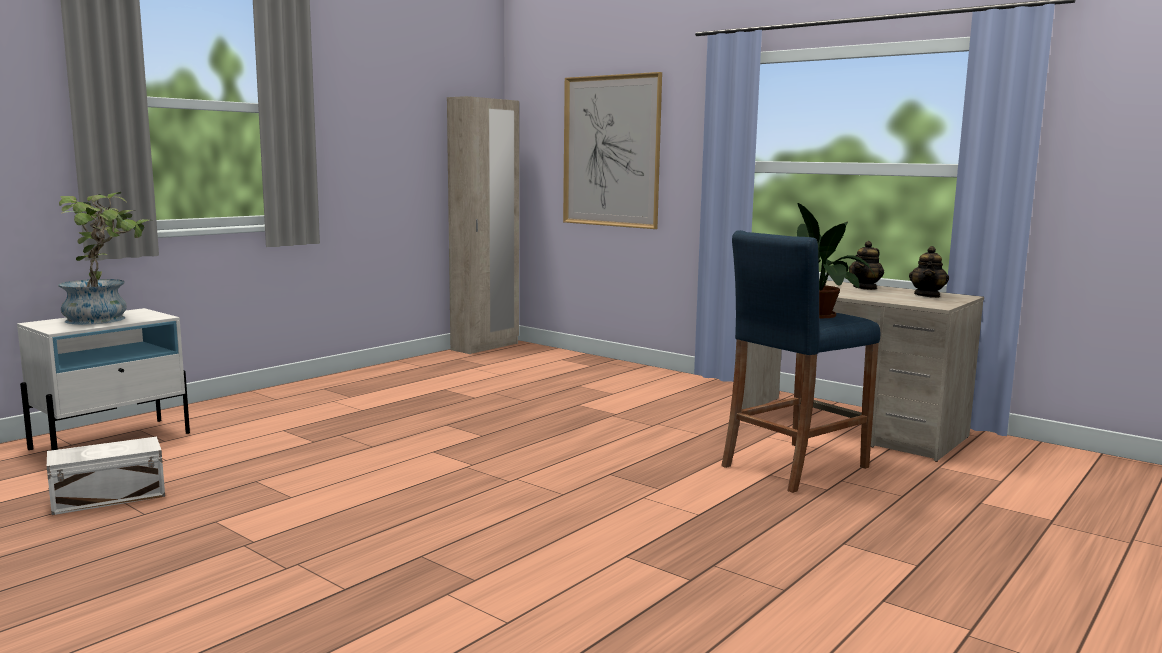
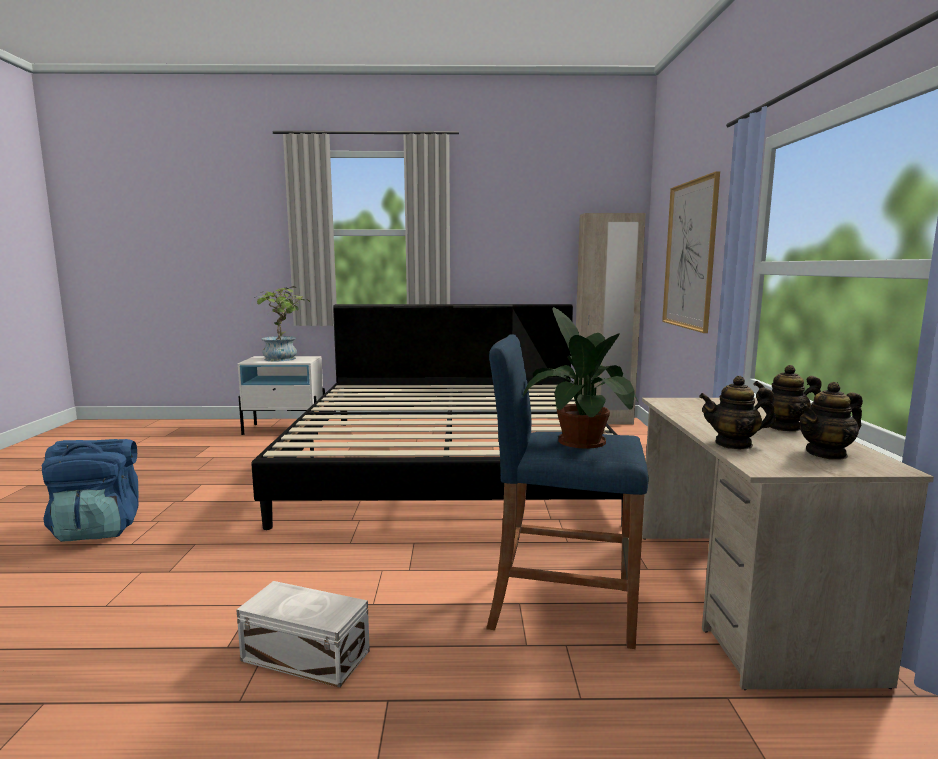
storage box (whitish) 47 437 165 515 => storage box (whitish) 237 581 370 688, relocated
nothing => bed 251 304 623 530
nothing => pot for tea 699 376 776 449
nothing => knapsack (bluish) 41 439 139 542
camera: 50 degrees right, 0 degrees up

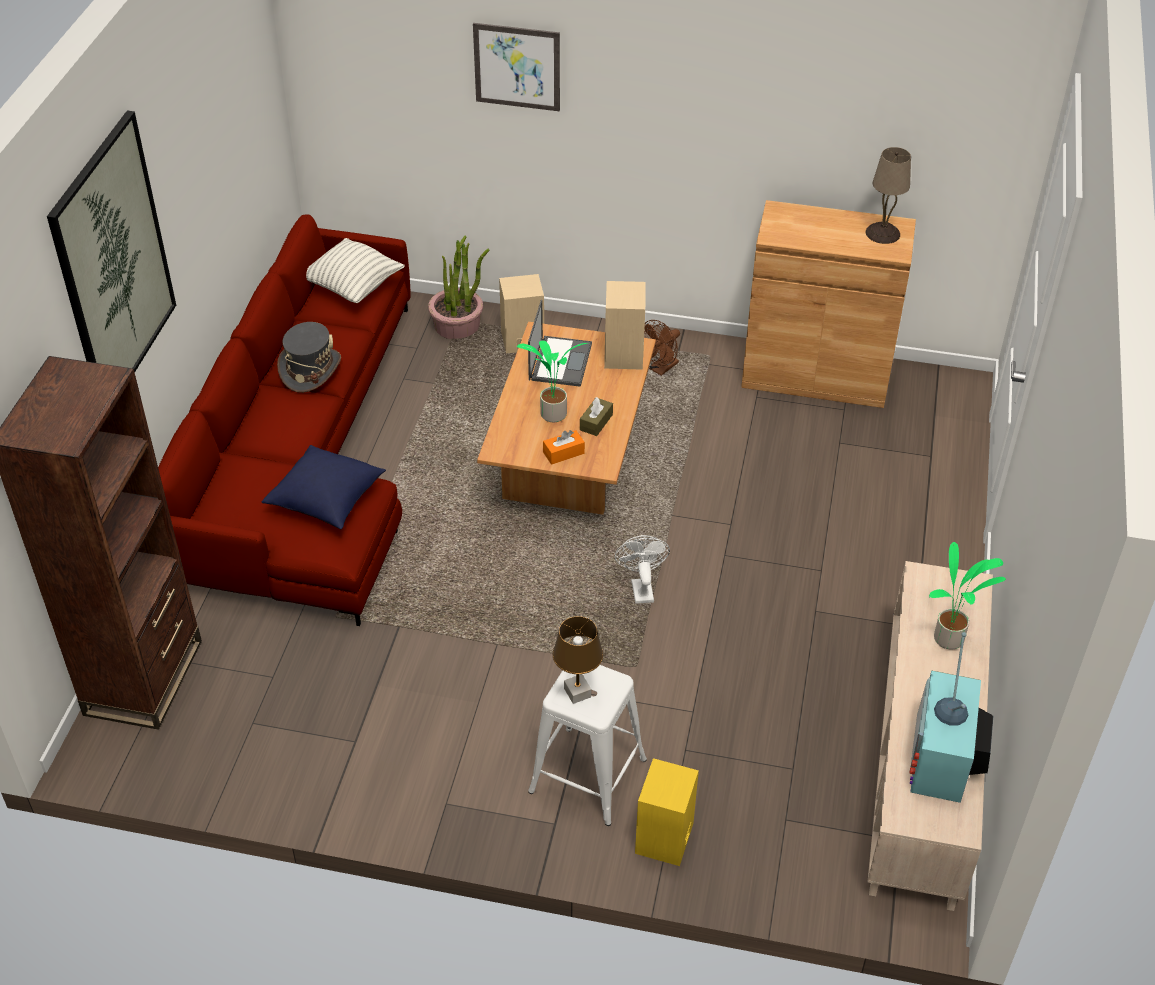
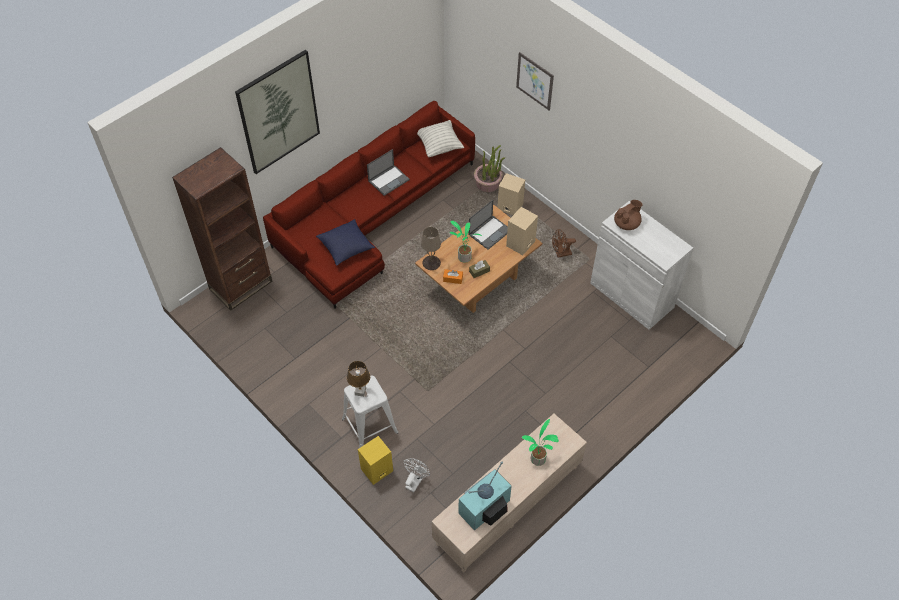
lamp for a table (sand-coloured) 866 147 911 244 => lamp for a table (sand-coloured) 421 227 441 270, relocated
storage cabinet (brown) 741 200 916 408 => storage cabinet (whitish) 590 201 693 330
wearable hat (grey) 277 322 341 393 => portable computer 367 149 410 196
fan (whitish) 615 535 670 604 => fan (whitish) 404 458 430 492, relocated
nothing => pot for tea (brown) 614 200 642 230
camera: 35 degrees right, 10 degrees up

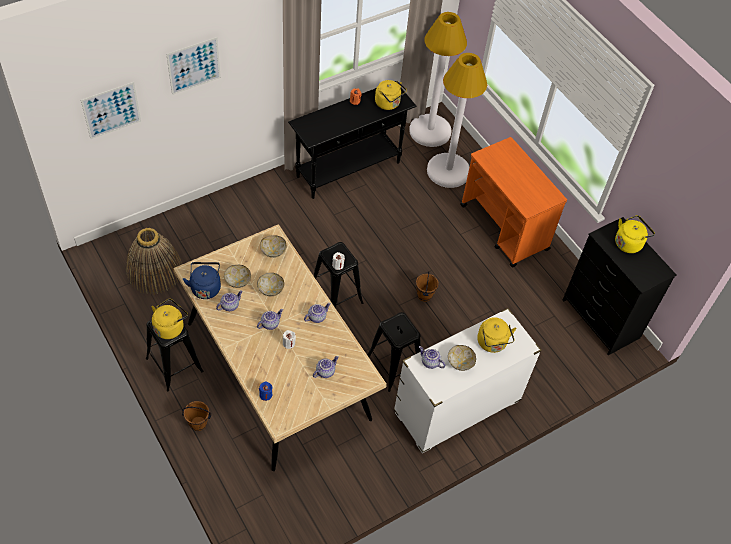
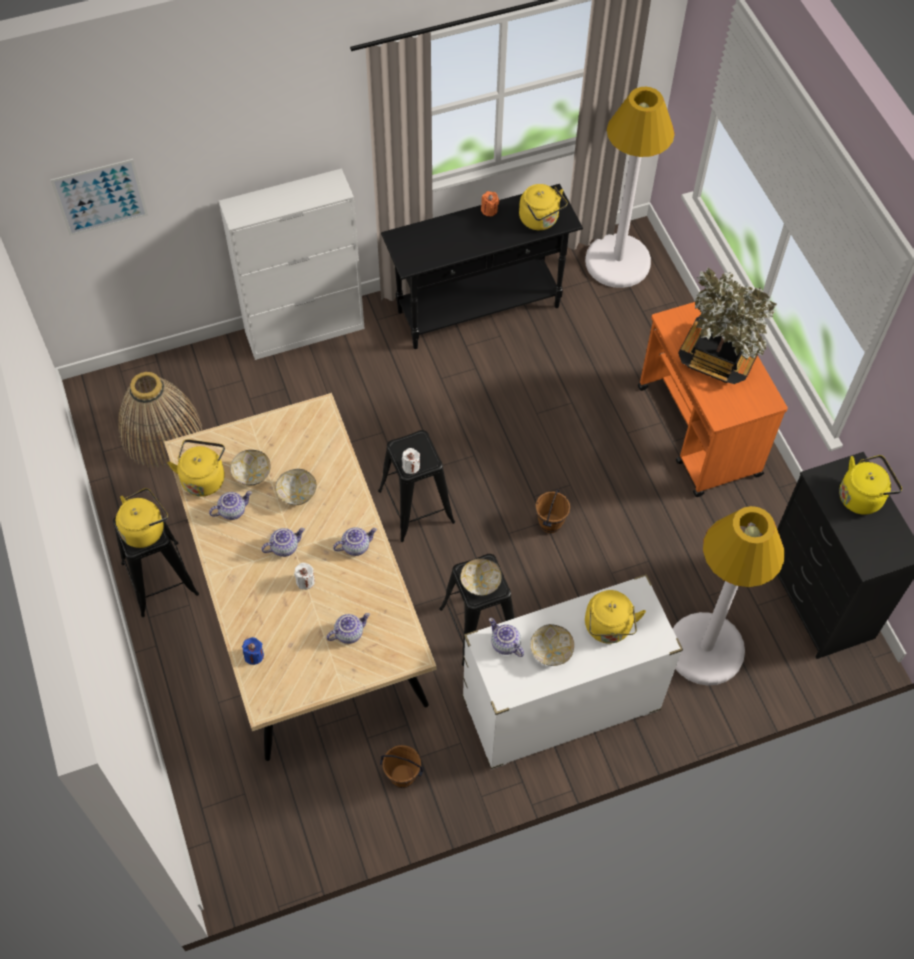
picture 166 37 221 95 => nothing
standard lamp (whitish) 427 53 487 188 => standard lamp (whitish) 673 506 785 686, relocated
bowl 260 235 287 258 => bowl 460 558 502 596, relocated
water kettle (bluish) 183 262 221 299 => water kettle (yellowish) 168 439 225 497
water bucket (brown) 182 401 211 431 => water bucket (brown) 380 745 424 788, relocated
nothing => storage cabinet (whitish) 219 168 365 360
nothing => houseplant 678 267 777 384
camera: 15 degrees right, 5 degrees up

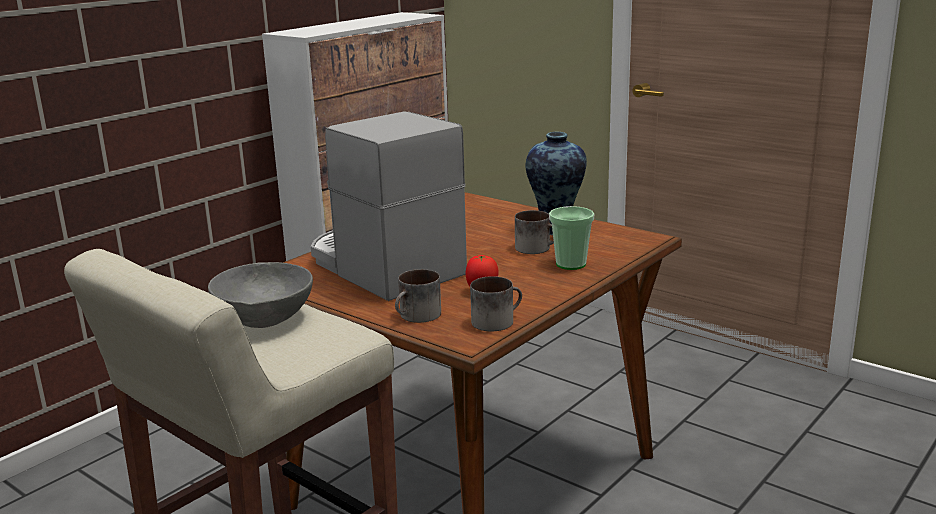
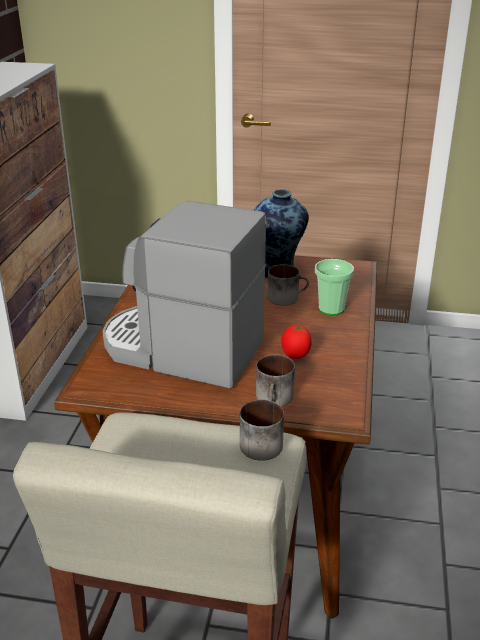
bowl (grey) 208 262 313 328 => nothing
coffee mug 470 276 522 331 => coffee mug 240 399 284 461, relocated
camera: 30 degrees left, 10 degrees up

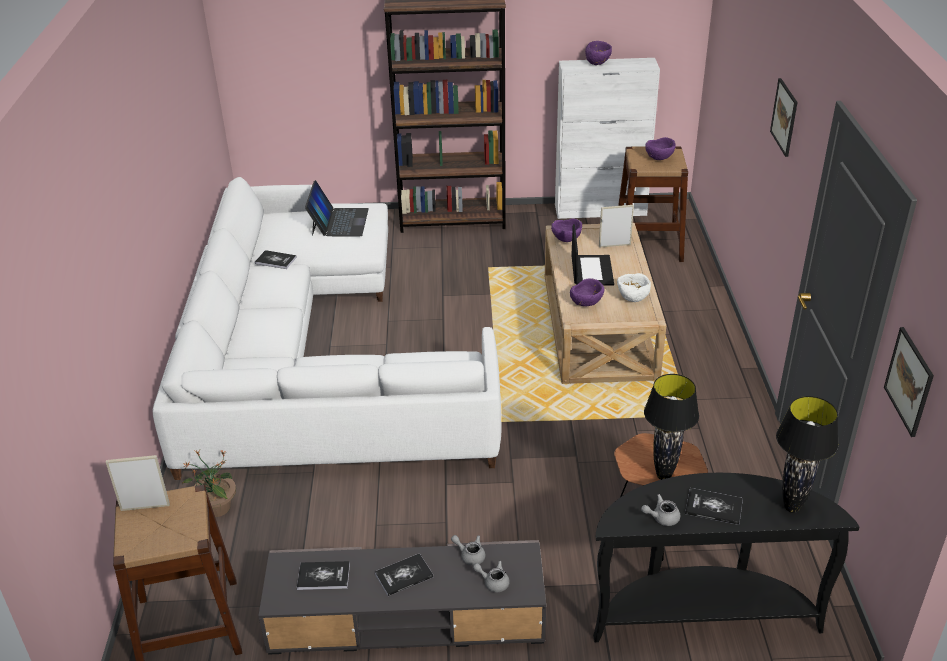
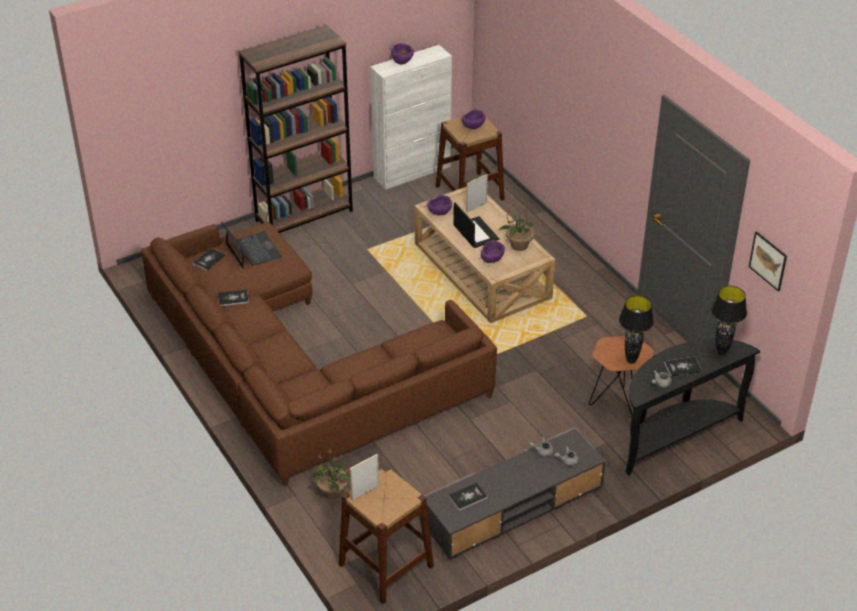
picture 770 78 798 157 => nothing
settee (whitish) 152 177 501 480 => settee (brown) 141 222 497 486
bowl (whitish) 617 273 651 302 => houseplant 498 204 540 251
volume 375 553 434 596 => volume 193 248 225 271, relocated
camera: 30 degrees left, 5 degrees up

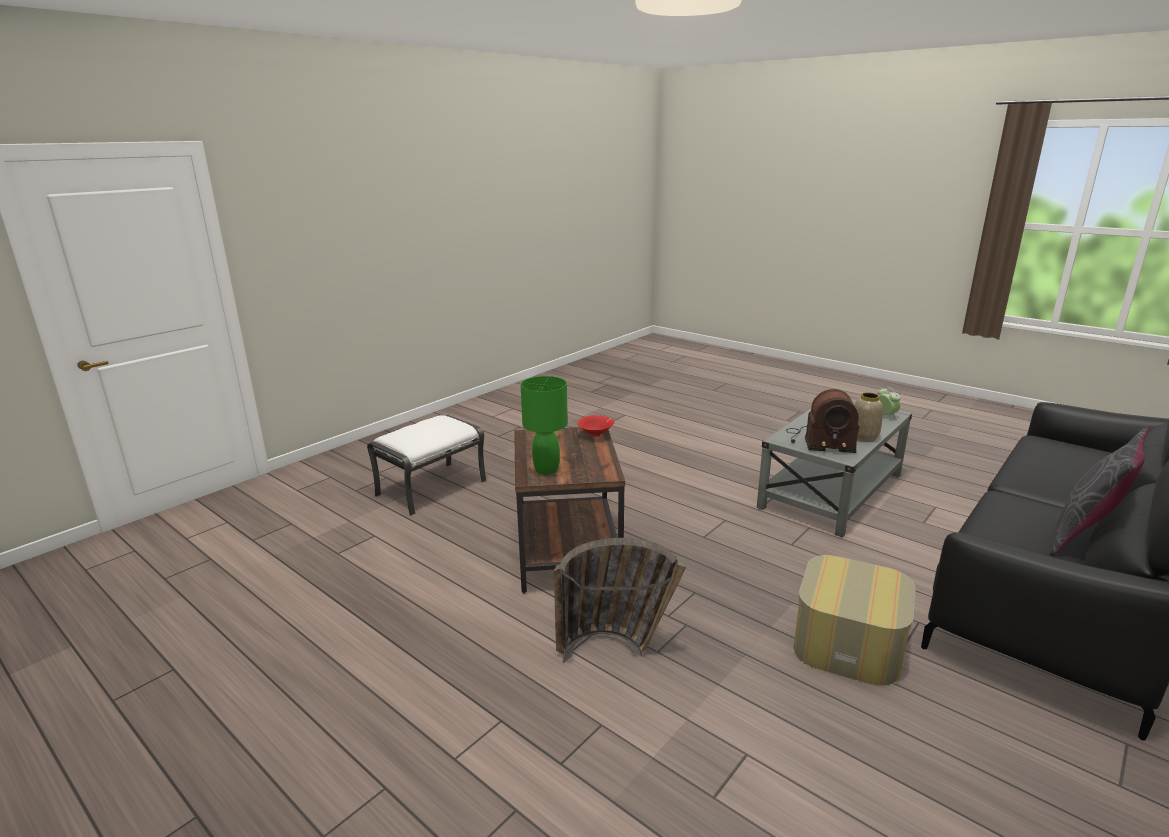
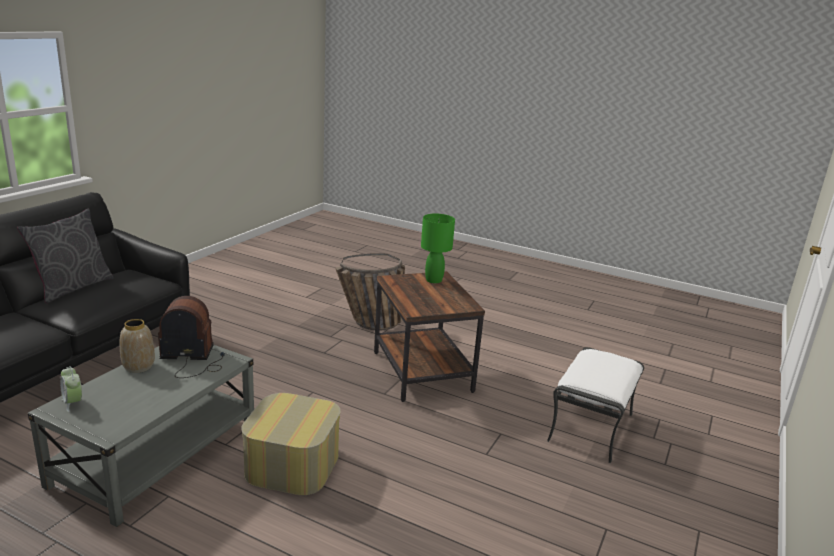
bowl (red) 577 415 614 437 => nothing
pouffe 793 555 915 686 => pouffe 241 393 341 495, relocated
camera: 165 degrees right, 0 degrees up

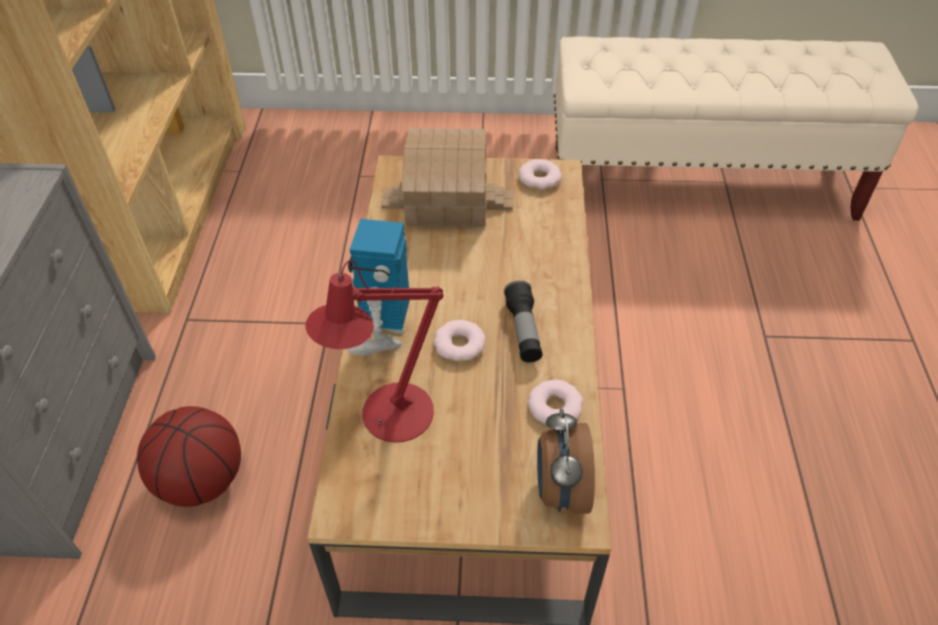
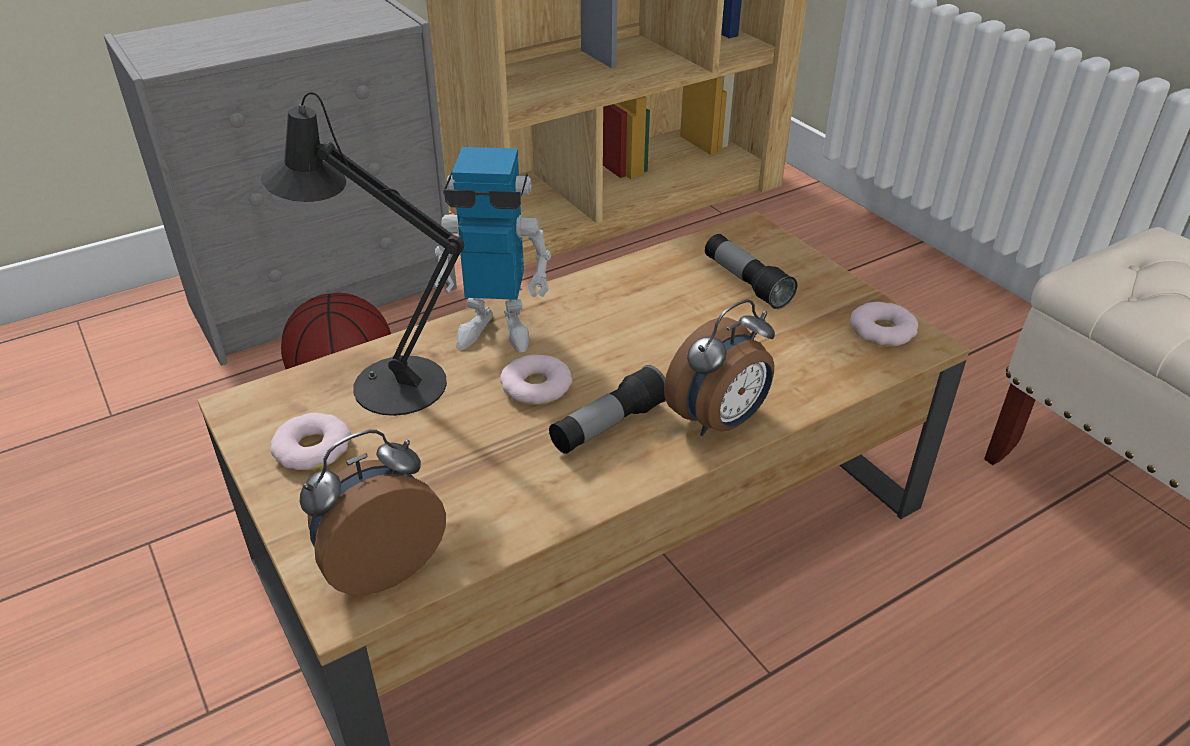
miniature house 381 128 512 227 => torch 705 234 797 309
model robot 348 219 410 355 => model robot 434 147 551 353, 150 degrees counterclockwise
lamp for a table (red) 306 260 444 443 => lamp for a table (blackish) 261 92 464 416
donut 528 380 583 425 => donut 271 413 351 470, relocated
nothing => alarm clock 664 299 775 436
camera: 55 degrees right, 10 degrees down

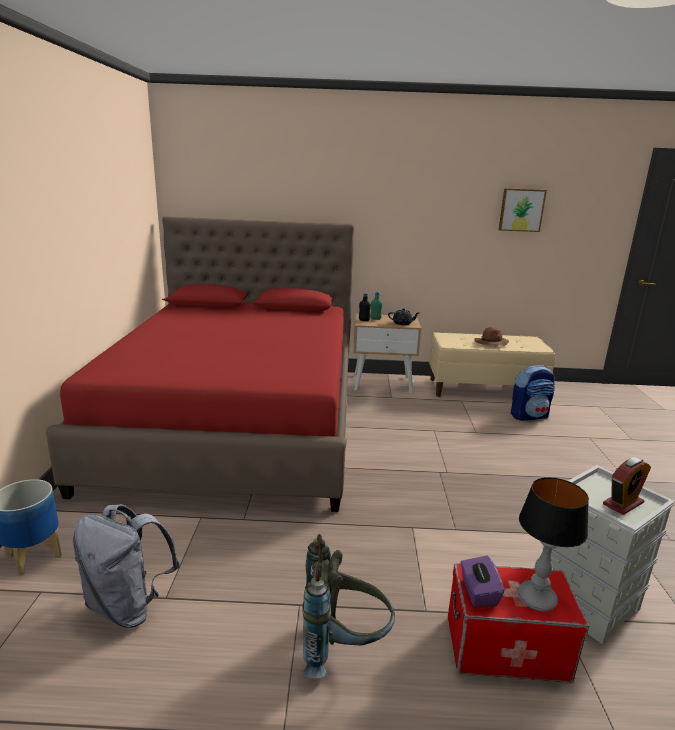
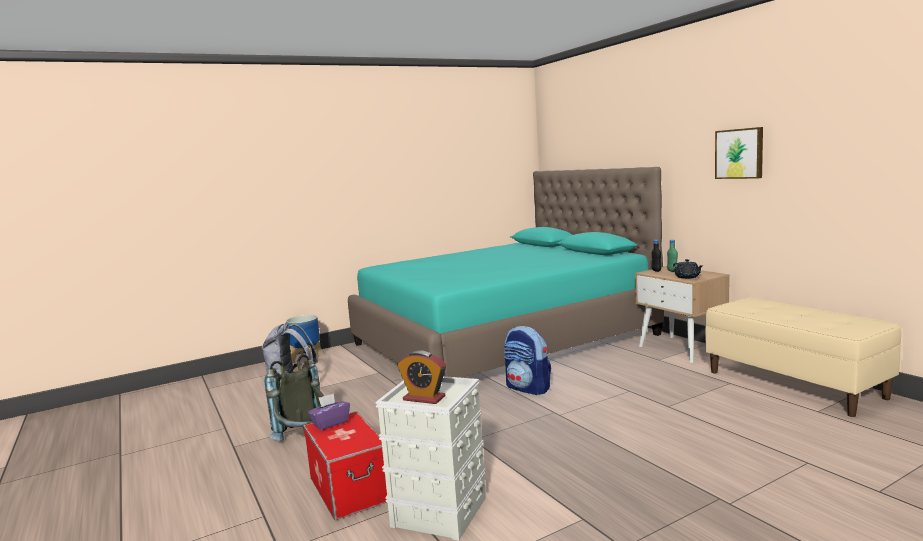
picture 499 188 547 232 => picture 715 127 763 179, relocated
bed (red) 46 216 355 512 => bed (blue-green) 348 167 664 378
wearable hat (brown) 474 327 509 346 => nothing
knapsack 511 365 555 421 => knapsack 504 326 551 395, relocated
lamp for a table 518 477 589 611 => nothing
camera: 60 degrees right, 10 degrees down

